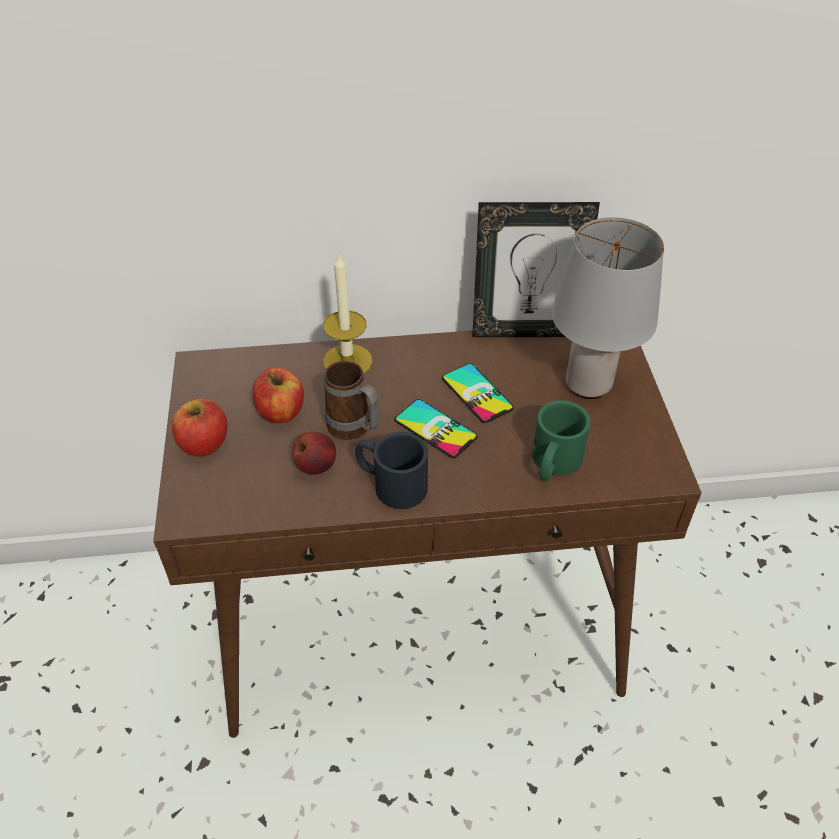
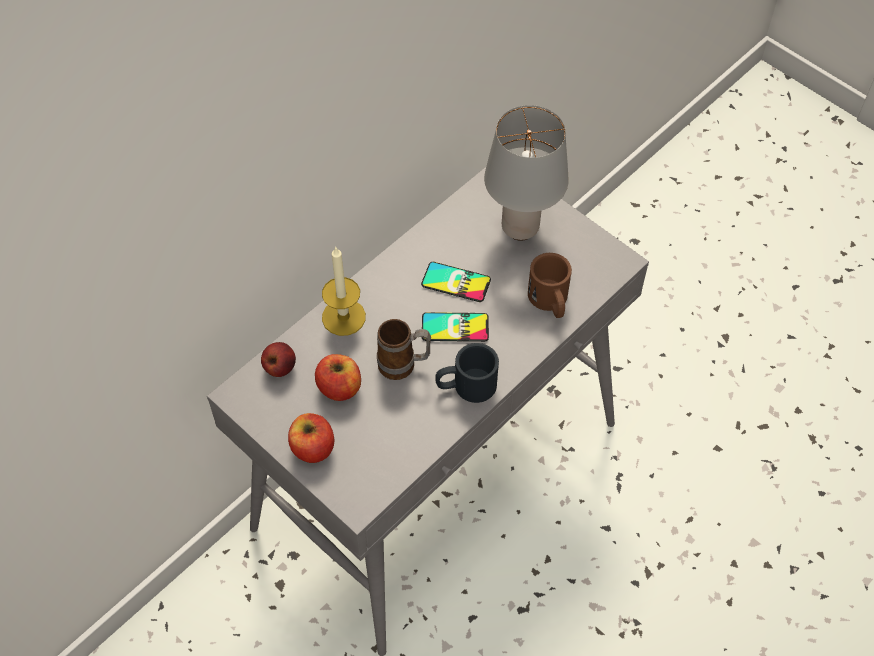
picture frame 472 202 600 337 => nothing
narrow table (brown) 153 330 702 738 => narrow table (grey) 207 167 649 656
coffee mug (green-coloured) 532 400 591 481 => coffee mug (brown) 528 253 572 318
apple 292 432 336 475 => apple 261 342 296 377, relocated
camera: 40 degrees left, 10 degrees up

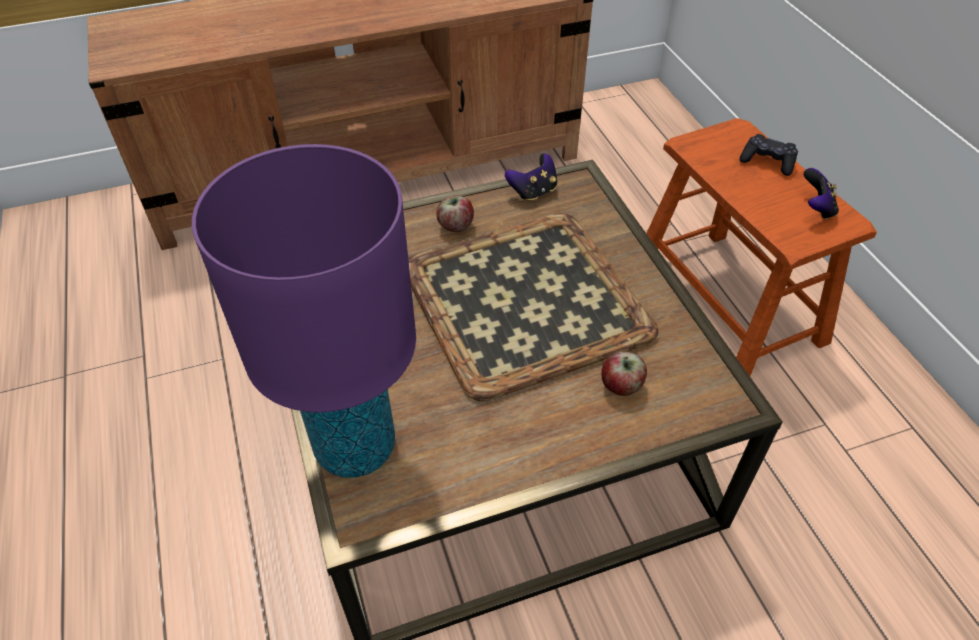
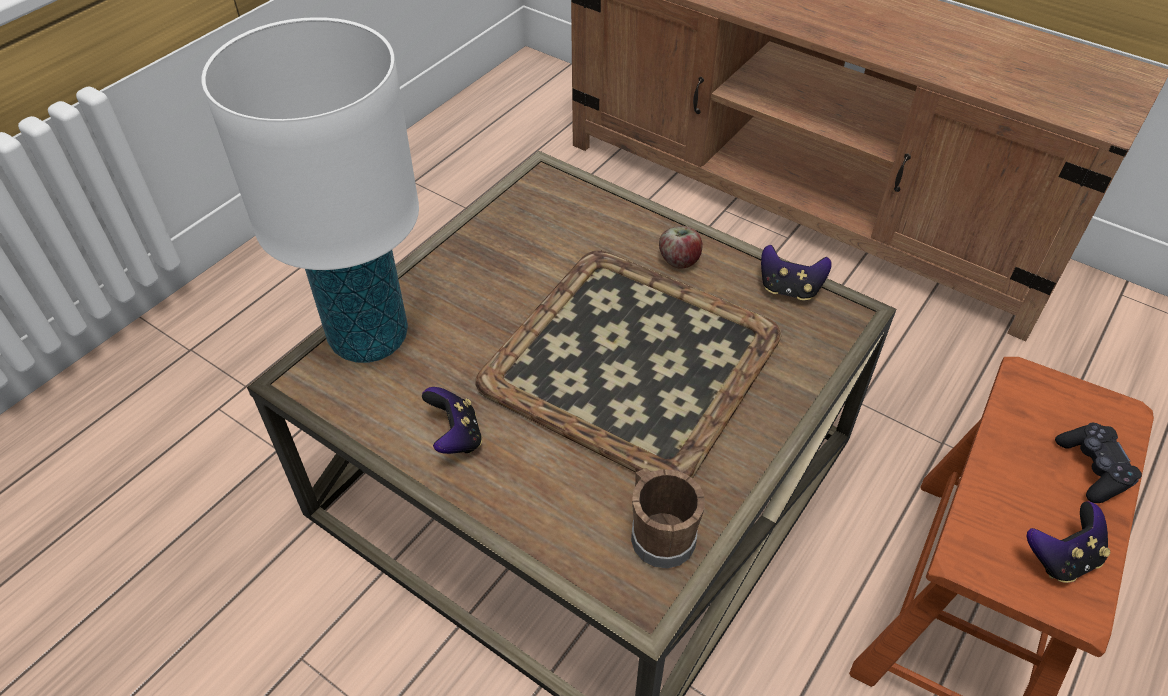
lamp for a table (purple-coloured) 192 144 416 478 => lamp for a table (whitish) 201 17 419 363
apple 601 351 647 396 => nothing
nothing => gamepad 422 387 482 454
nothing => coffee mug (brown) 631 468 705 568
camera: 55 degrees right, 0 degrees up

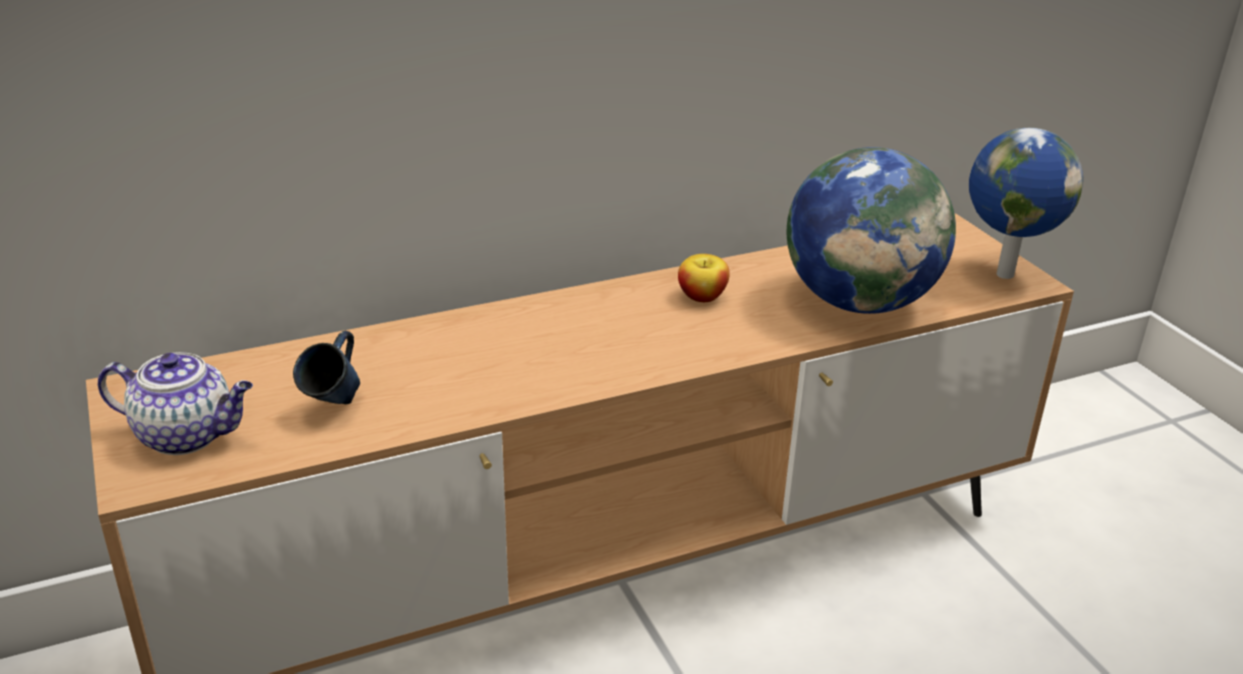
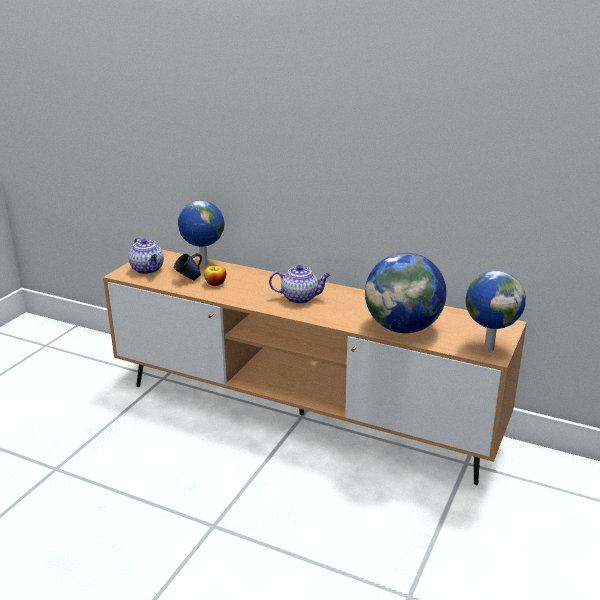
apple 678 254 730 302 => apple 204 266 226 286, relocated
nothing => globe 178 200 224 266
nothing => pot for tea 269 265 331 304
camera: 50 degrees right, 5 degrees down

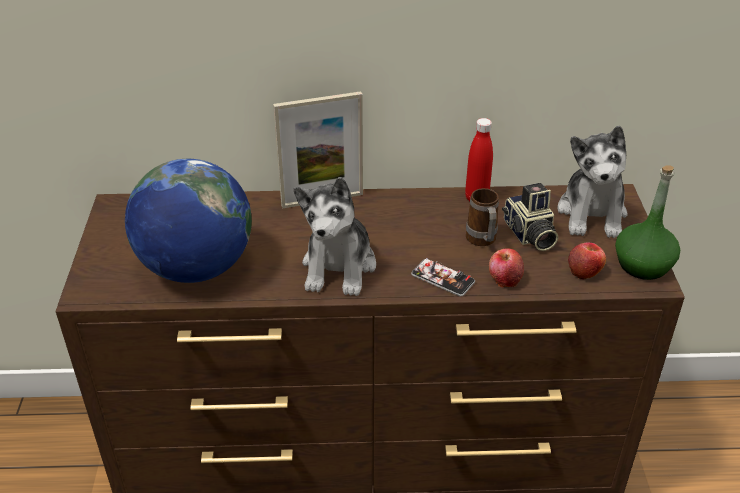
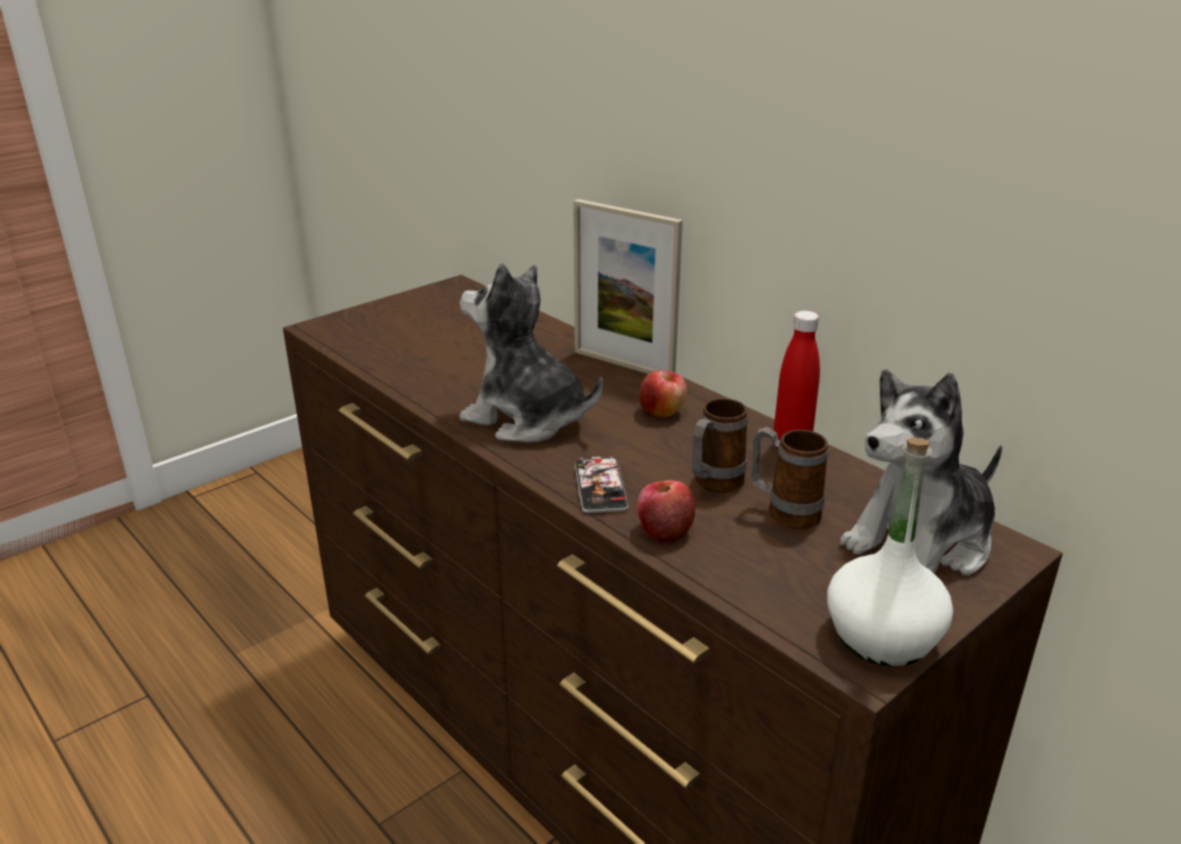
globe 125 159 252 283 => nothing
beverage bottle (green-coloured) 615 166 680 280 => beverage bottle (whitish) 827 438 953 666
cuddly toy 294 177 376 296 => cuddly toy 459 263 603 443, 60 degrees clockwise
photo camera 502 183 558 251 => coffee mug 752 427 829 529
apple 568 243 606 280 => apple 639 370 687 418, relocated
camera: 50 degrees right, 10 degrees down

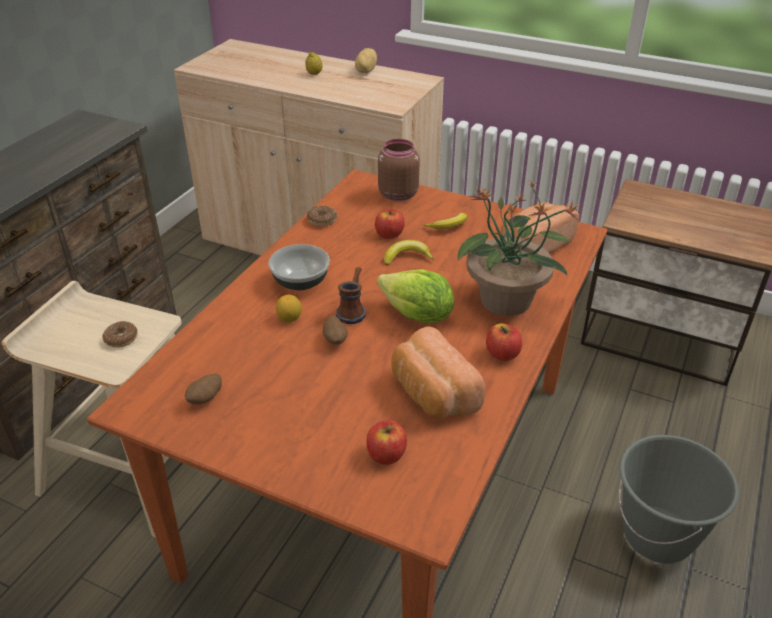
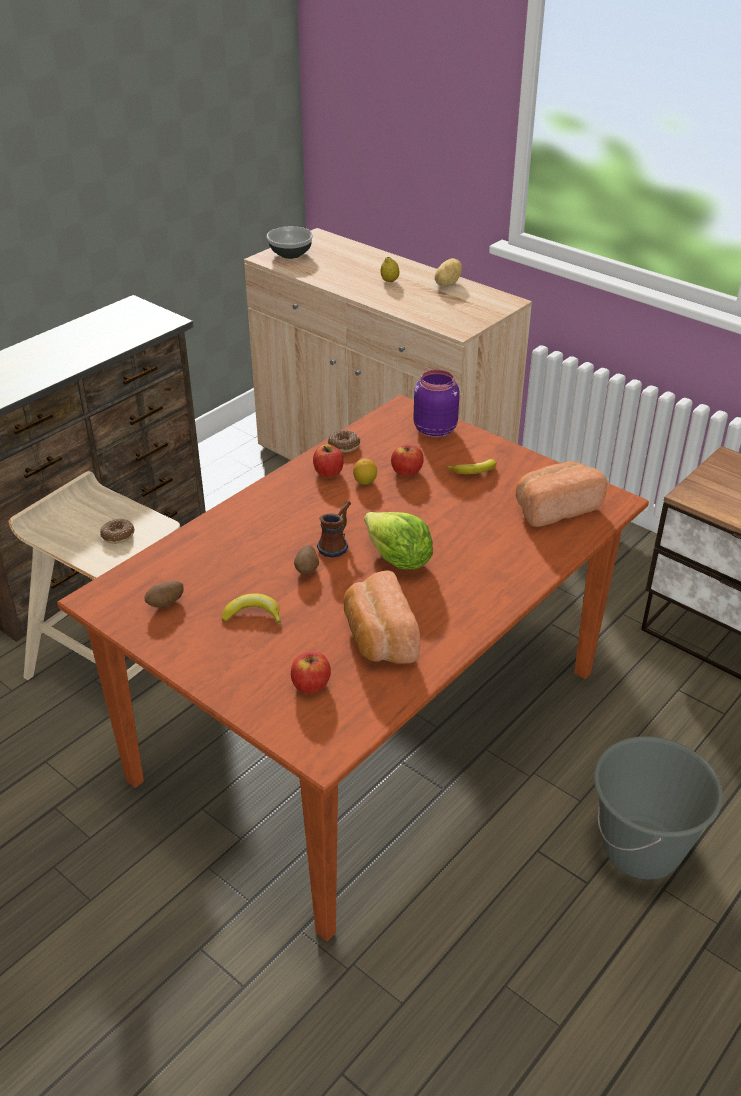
storage jar (brown) 378 139 420 201 => storage jar (purple-coloured) 413 369 460 437
houseplant 458 180 579 316 => nothing
banana 384 240 434 265 => banana 222 593 281 625, relocated
bowl 268 244 330 290 => bowl 267 226 313 259, relocated
citrus fruit 276 295 302 322 => citrus fruit 353 459 377 485, relocated
apple 486 323 522 361 => apple 313 445 343 478, relocated
camera: 15 degrees right, 0 degrees up

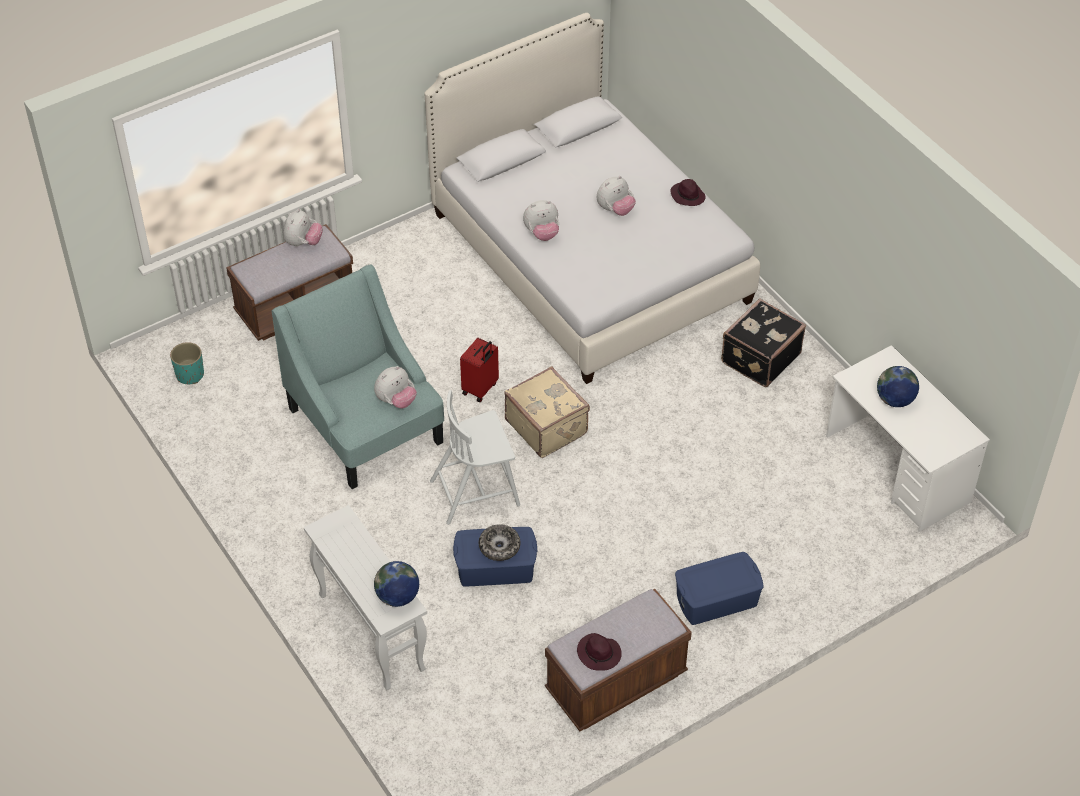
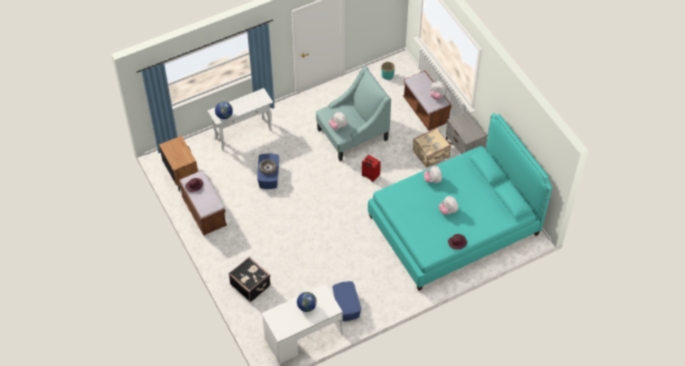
bed (whitish) 425 13 760 384 => bed (blue-green) 368 113 552 291
suitcase (blackish) 721 298 806 387 => suitcase (blackish) 229 257 271 302, relocated
suitcase (sand-coloured) 504 366 590 458 => suitcase (sand-coloured) 413 128 451 168, relocated
upright chair (whitish) 430 390 520 525 => nothing
storage box (bluish) 675 552 763 625 => storage box (bluish) 332 281 361 321, relocated
nothing => night table (grey) 446 111 487 155
nothing => night table (brown) 159 136 198 191
camera: 95 degrees right, 5 degrees up

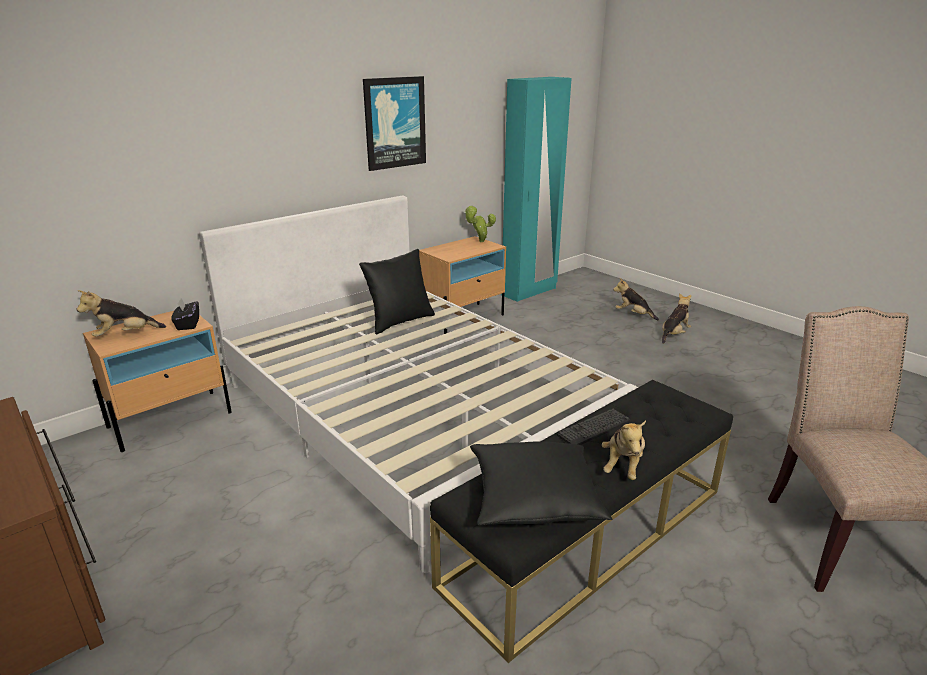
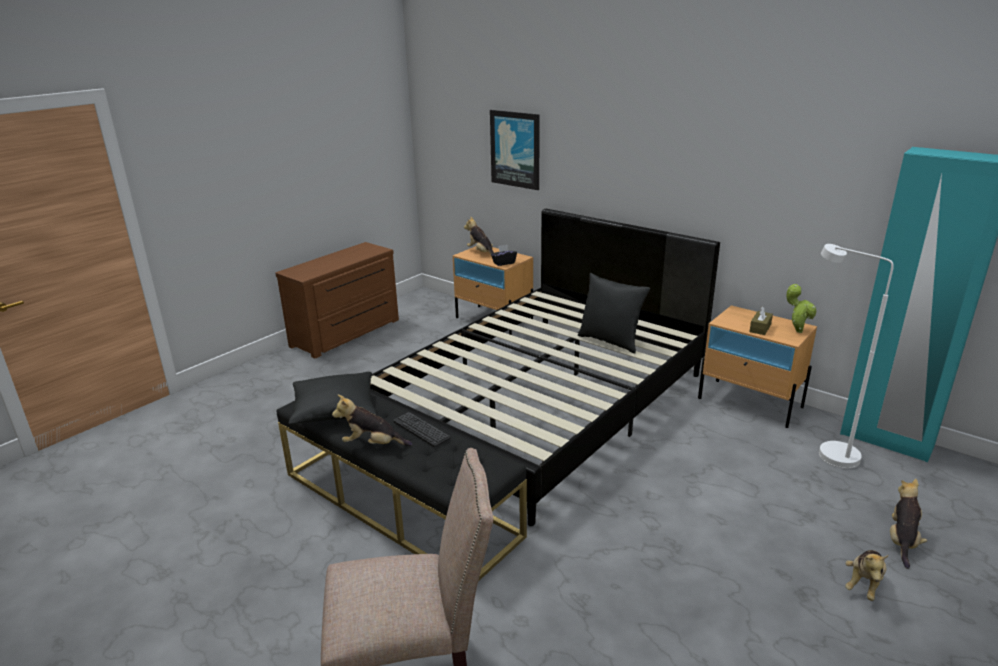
picture 363 76 426 171 => picture 490 110 540 190, relocated
bed (whitish) 199 195 638 573 => bed (blackish) 370 209 720 526
cuddly toy 662 293 691 344 => cuddly toy 845 550 889 601, 90 degrees clockwise
nothing => standard lamp (whitish) 819 244 894 469
nothing => tissue holder (brown) 749 306 773 335
camera: 80 degrees right, 0 degrees up

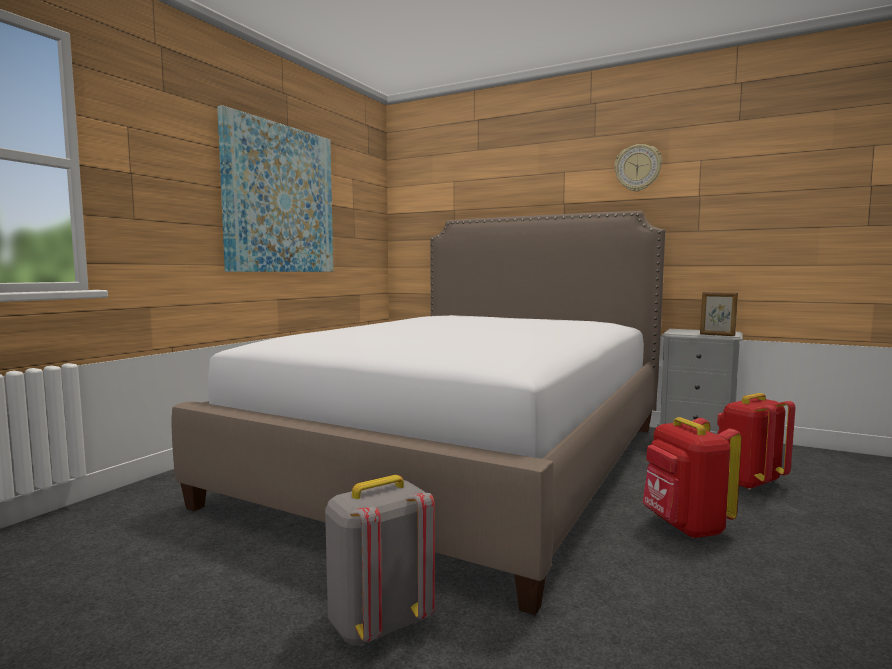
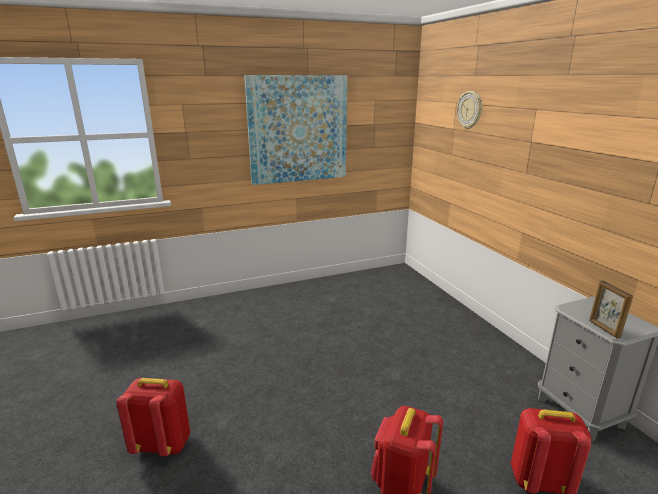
clock on the wall 614 144 662 192 => clock on the wall 457 91 482 129, relocated
bed 172 211 665 615 => nothing
knapsack (grey) 325 475 435 646 => knapsack (red) 116 378 190 456
camera: 40 degrees right, 15 degrees up

